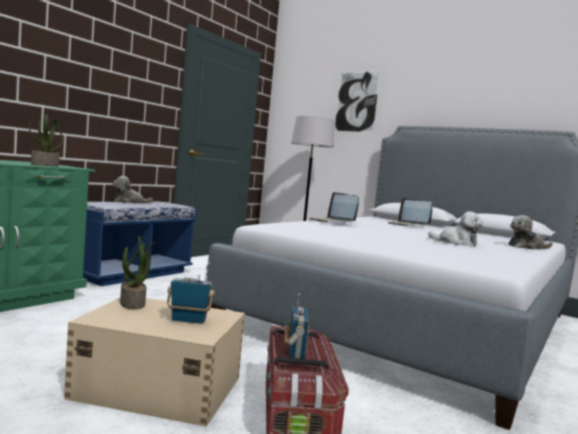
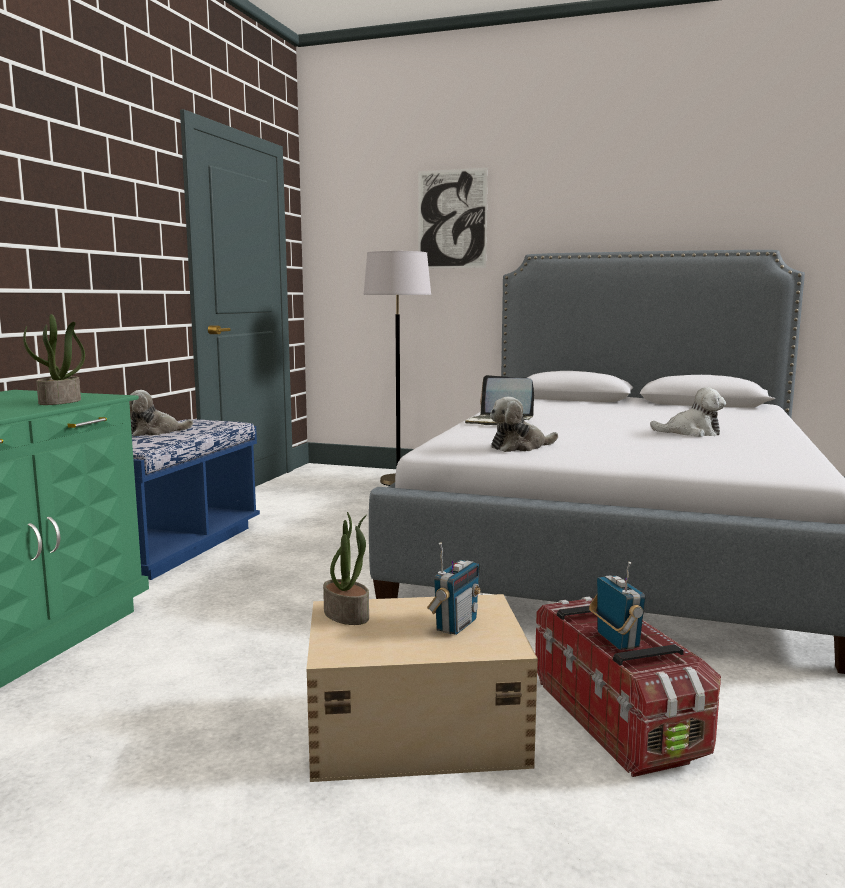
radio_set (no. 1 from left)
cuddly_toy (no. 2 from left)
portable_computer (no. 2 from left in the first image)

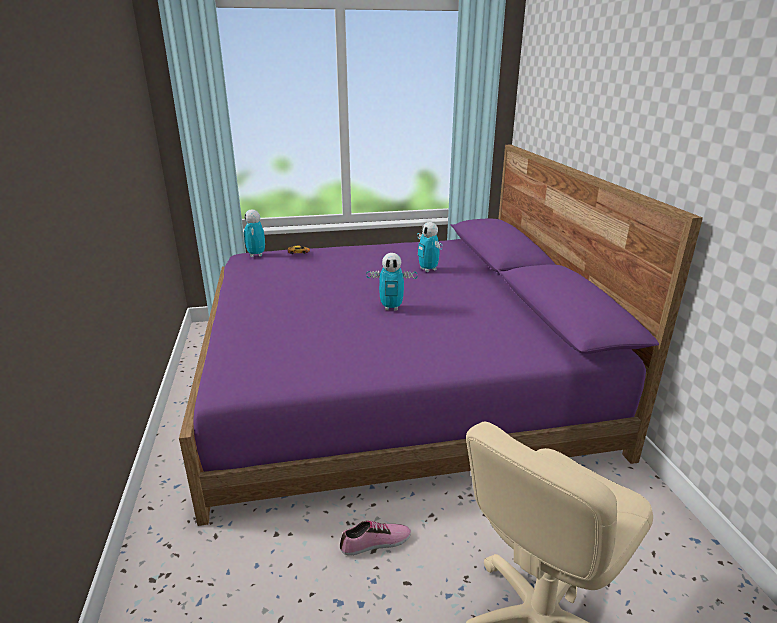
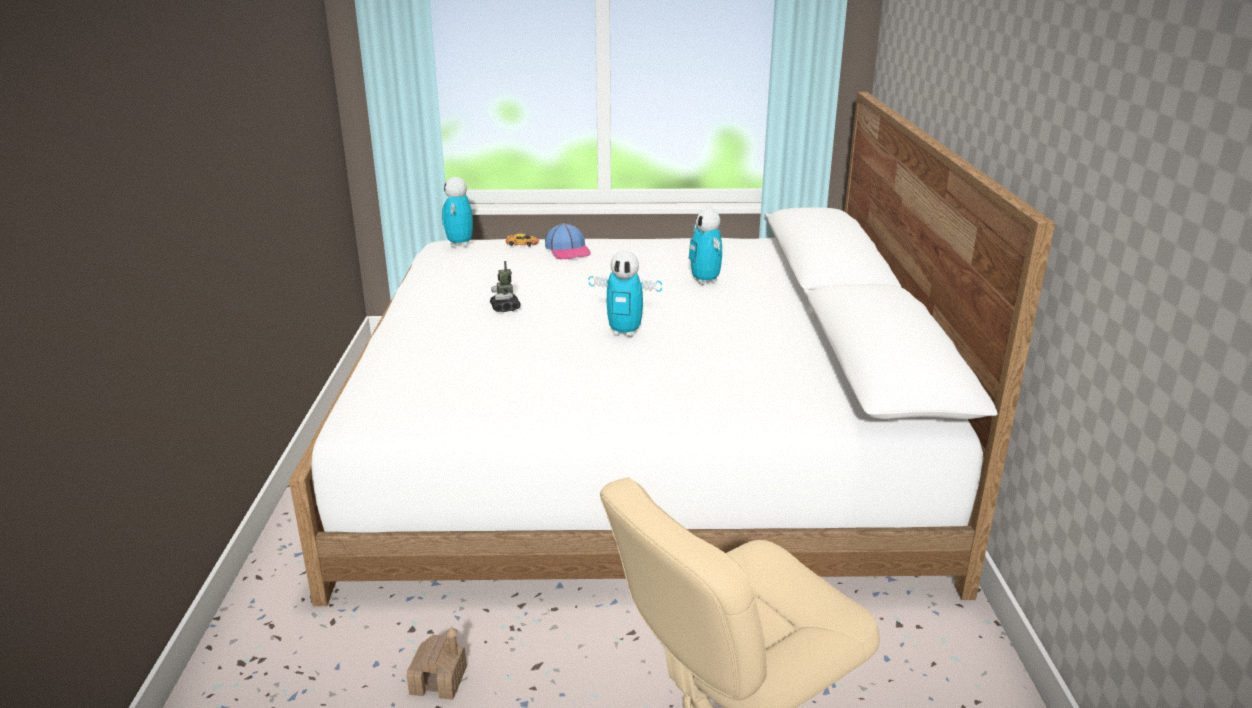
white-coloured_bedroom_bed
model_house
robot_figure (no. 2 from left)
baseball_cap
shoe

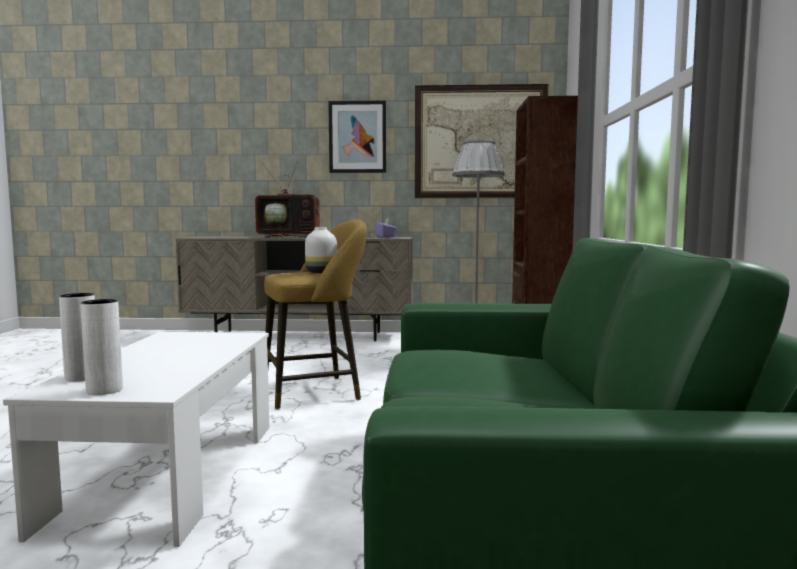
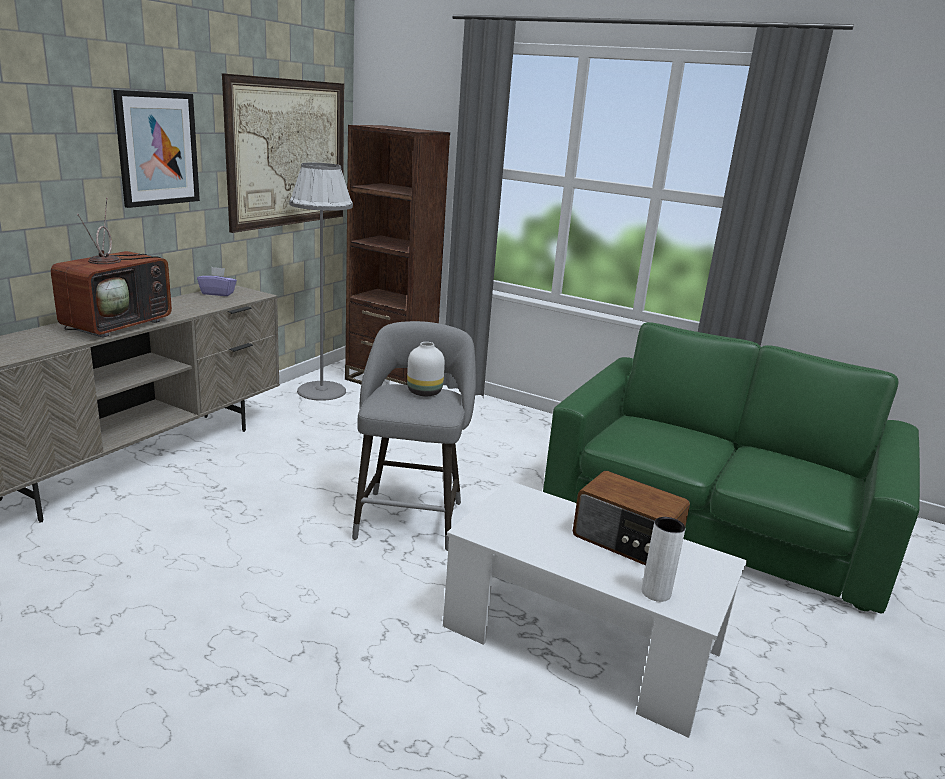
gray_stool_seat
radio_set
white-coloured_flower_vase (no. 2 from left in the first image)

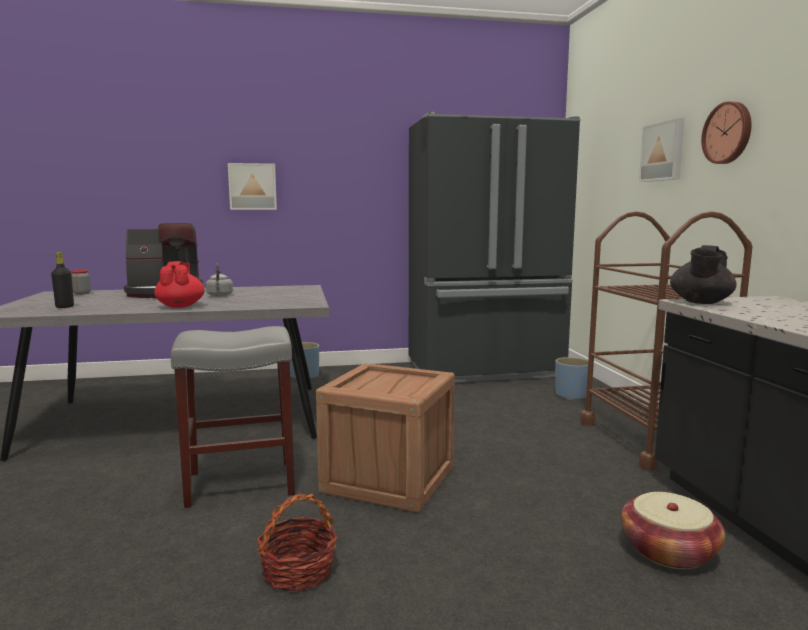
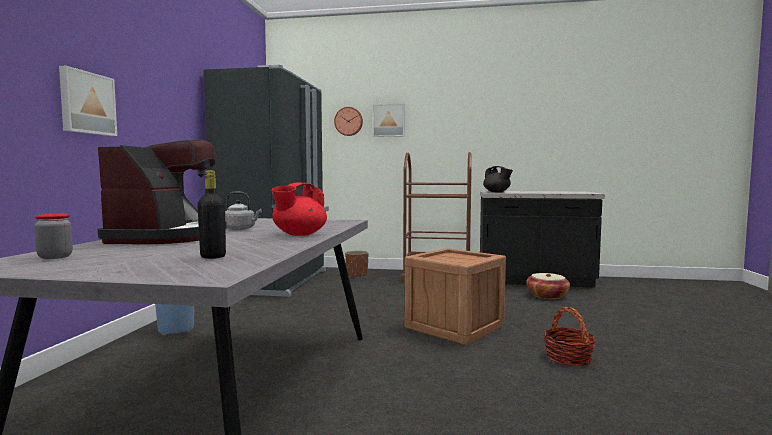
reddish_tea_pot
hanging_clock
brownish_planter
gray_stool_seat

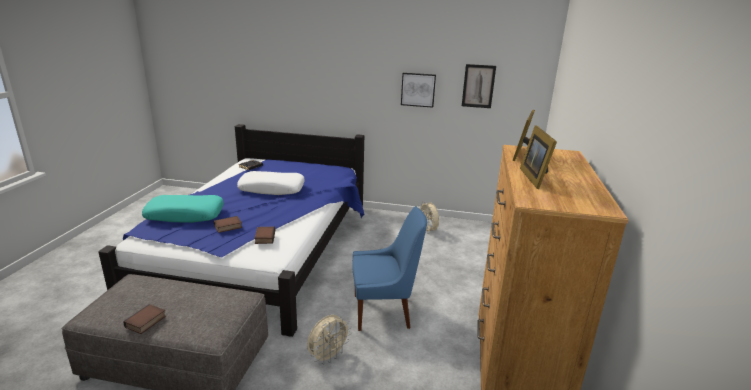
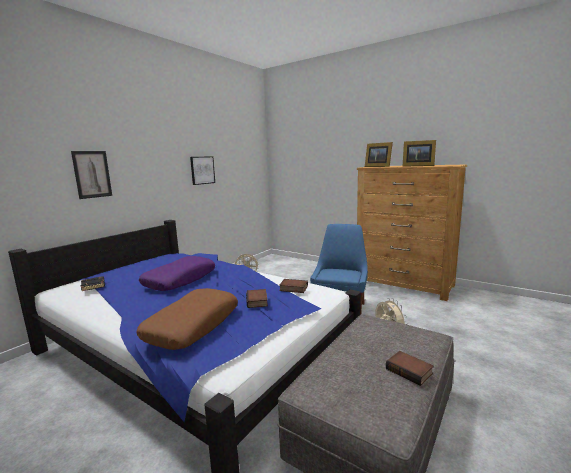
wall_picture (no. 1 from left)
brownish_throw_pillow
purple-coloured_throw_pillow

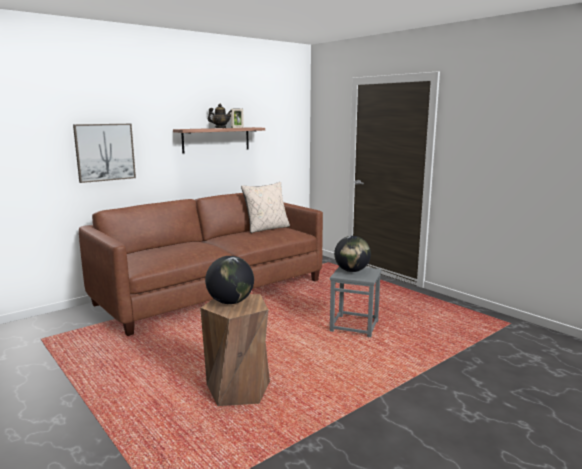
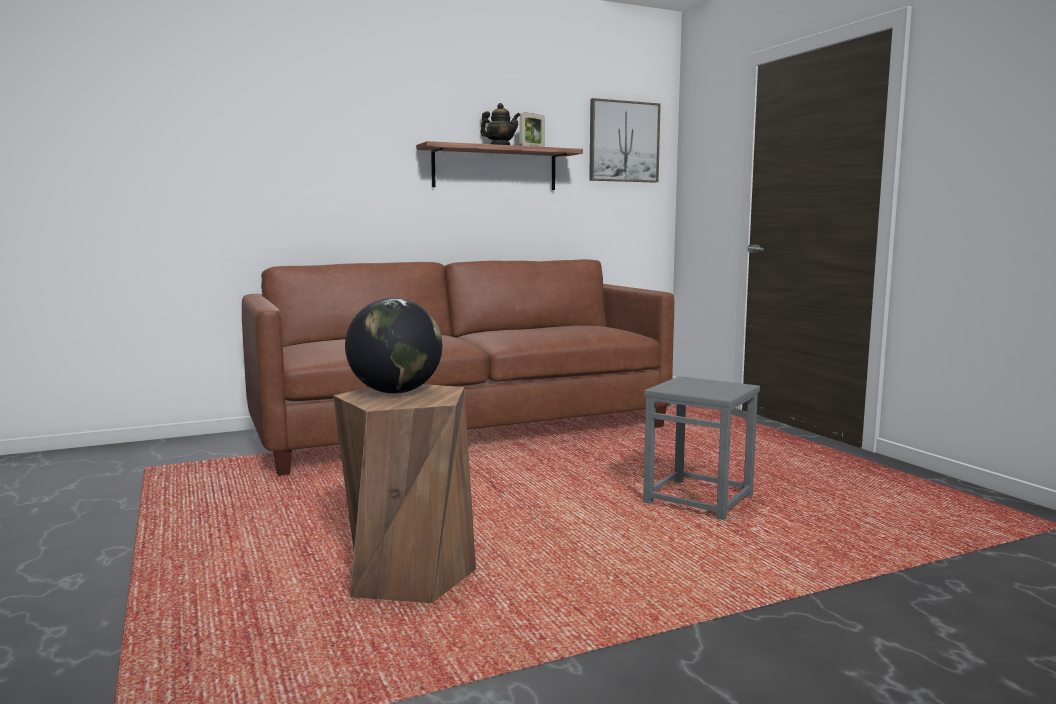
wall_picture
sand-coloured_throw_pillow
desk_globe (no. 2 from left in the first image)

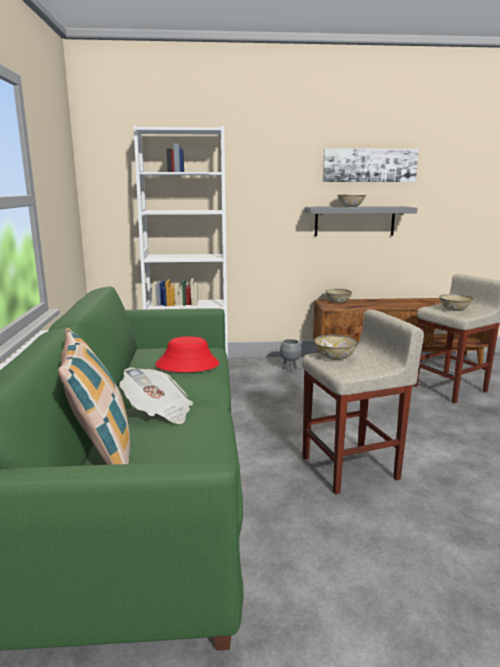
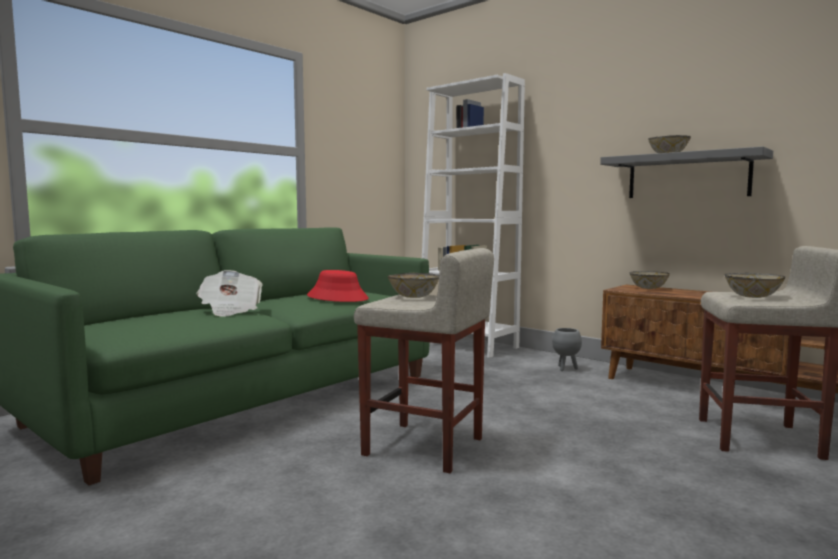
throw_pillow
wall_picture

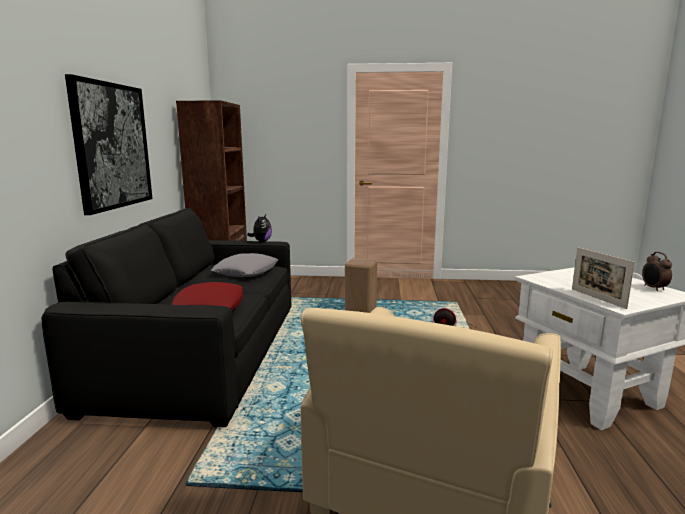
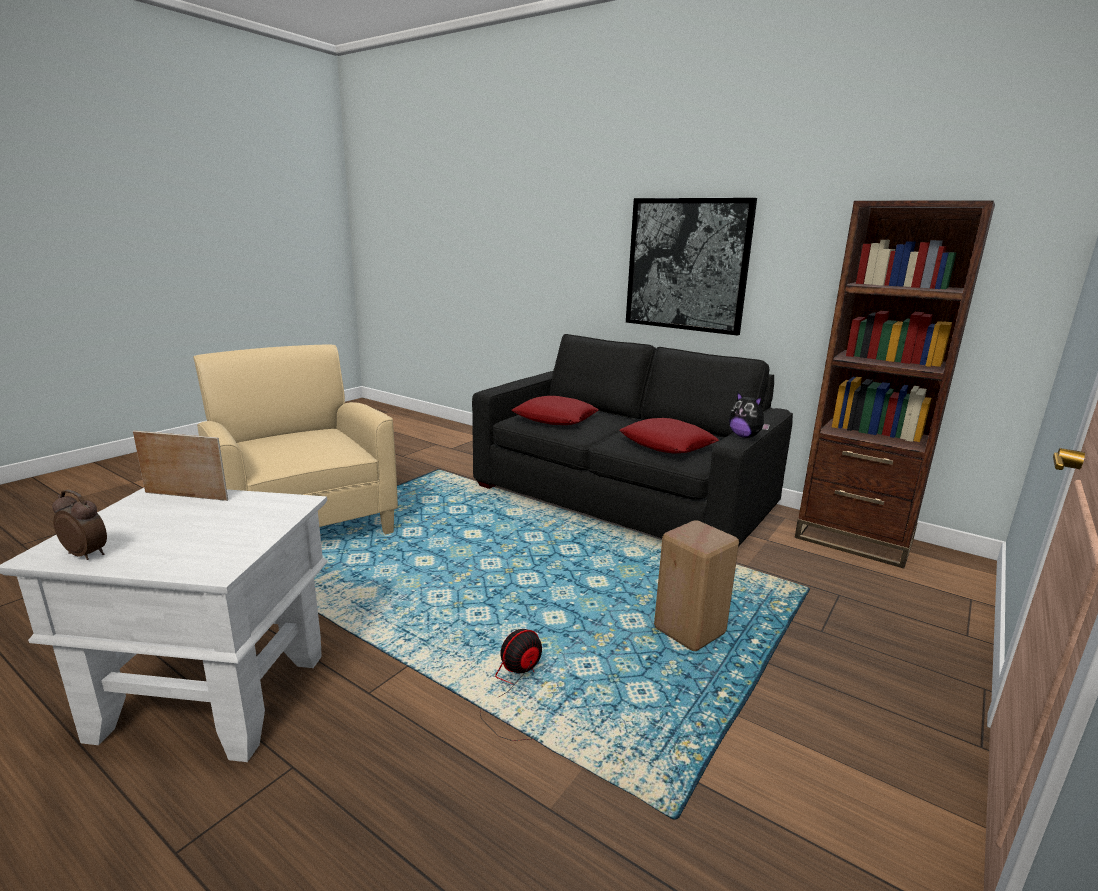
reddish_throw_pillow (no. 2 from left)

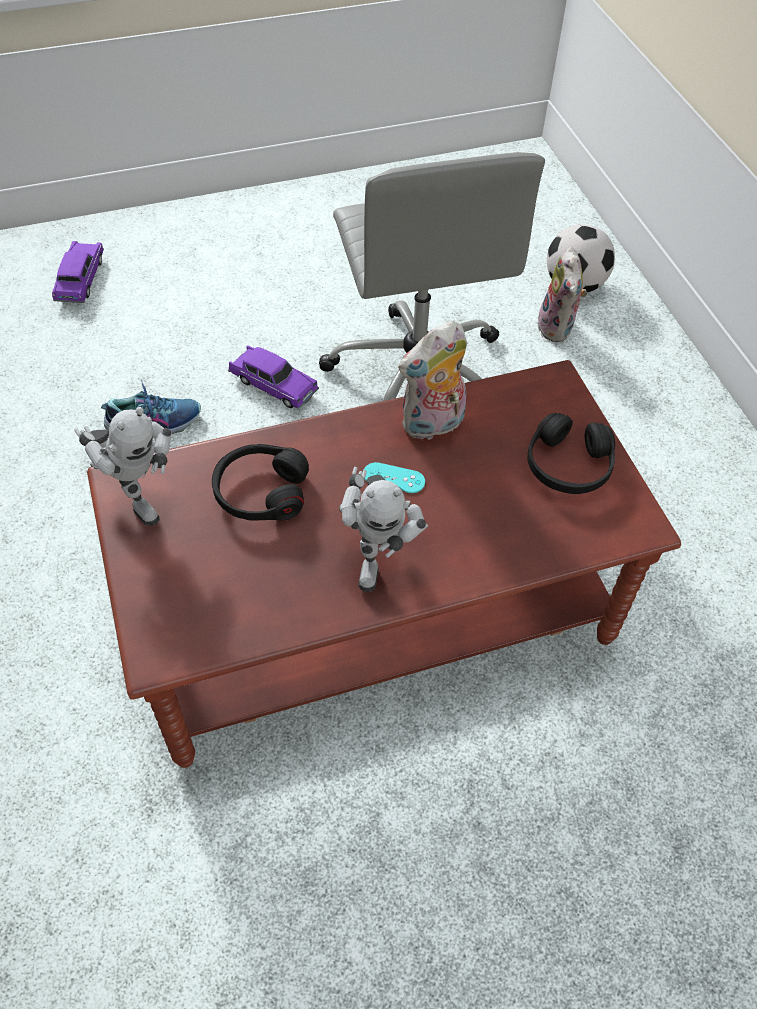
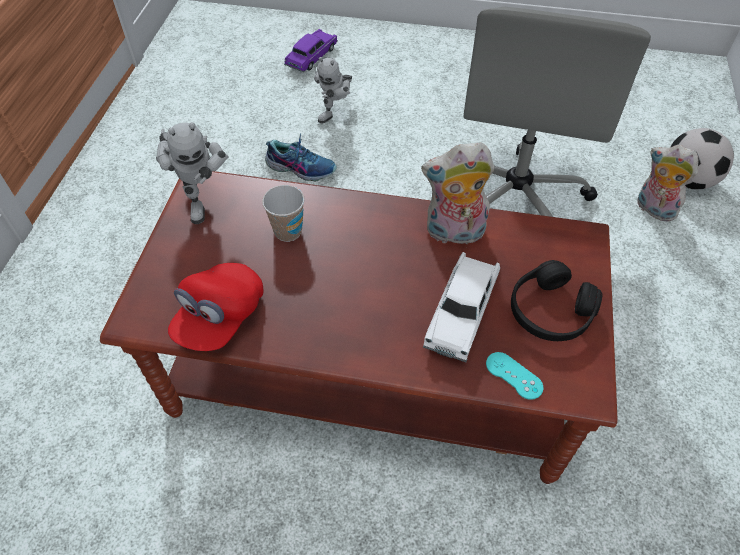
reddish_baseball_cap
drinking_cup
robot_figure (no. 2 from left)
white-coloured_toy_car
turquoise-coloured_game_controller
cuddly_toy (no. 2 from left)
purple-coloured_toy_car (no. 2 from left in the first image)

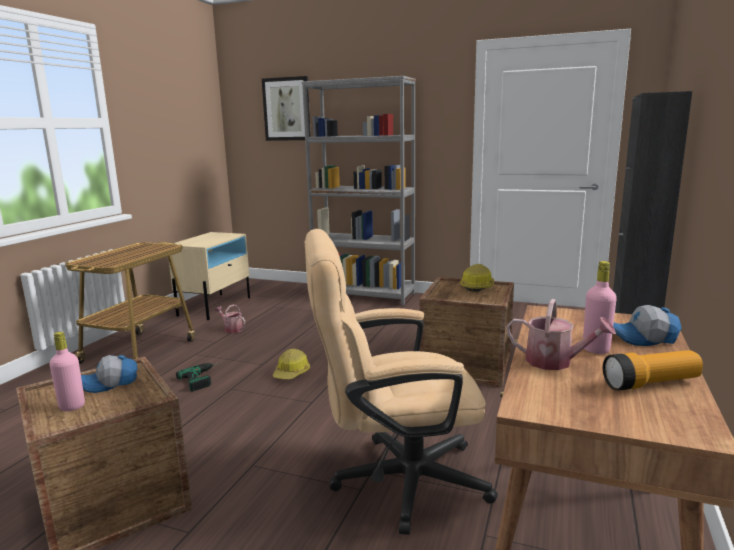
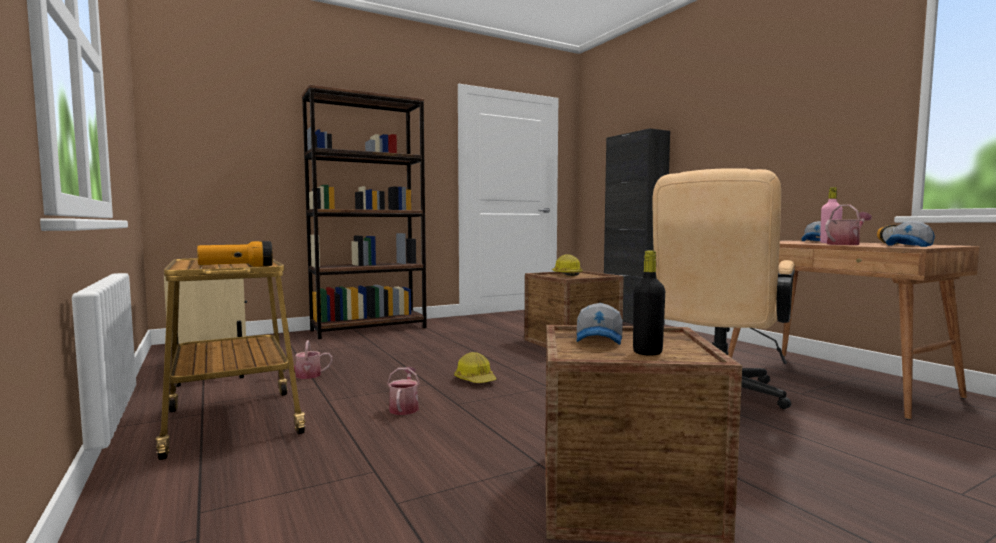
hand_torch (no. 1 from left)
brownish_shelving_unit
sprinkling_can (no. 2 from left)
black_drink_bottle
baseball_cap (no. 3 from left)
wall_picture

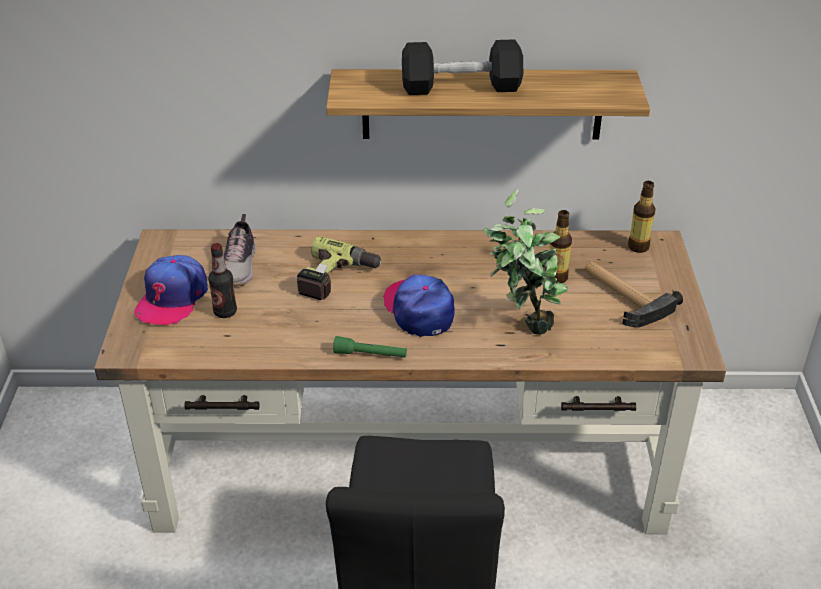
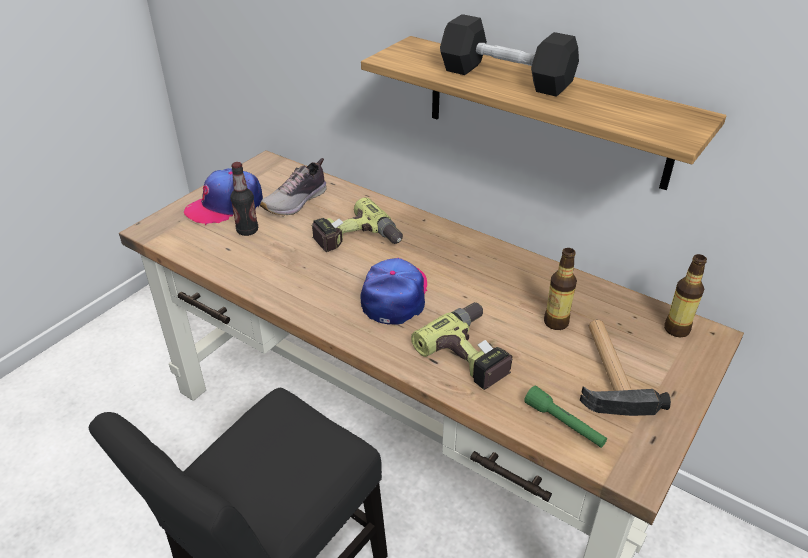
electric_drill (no. 2 from left)
greenish_hand_torch

